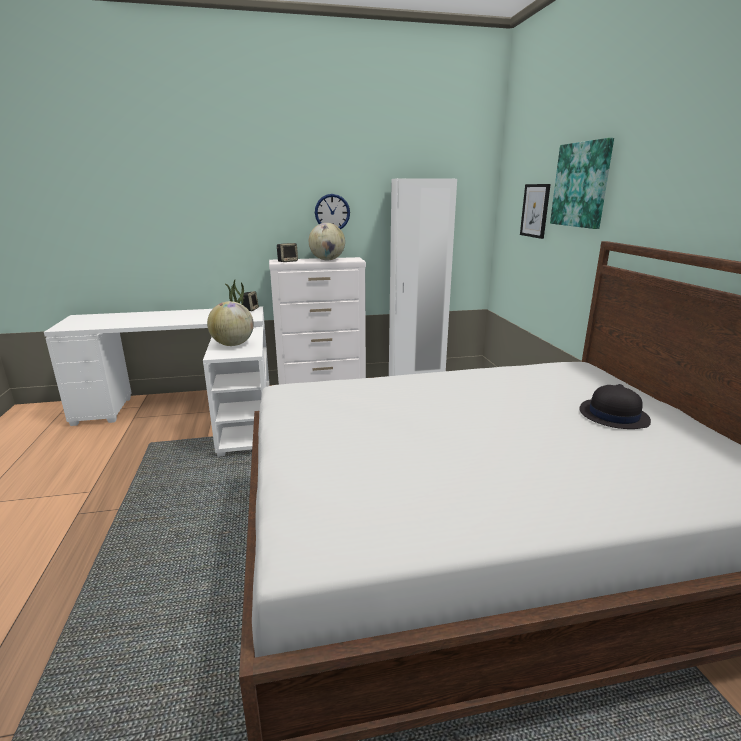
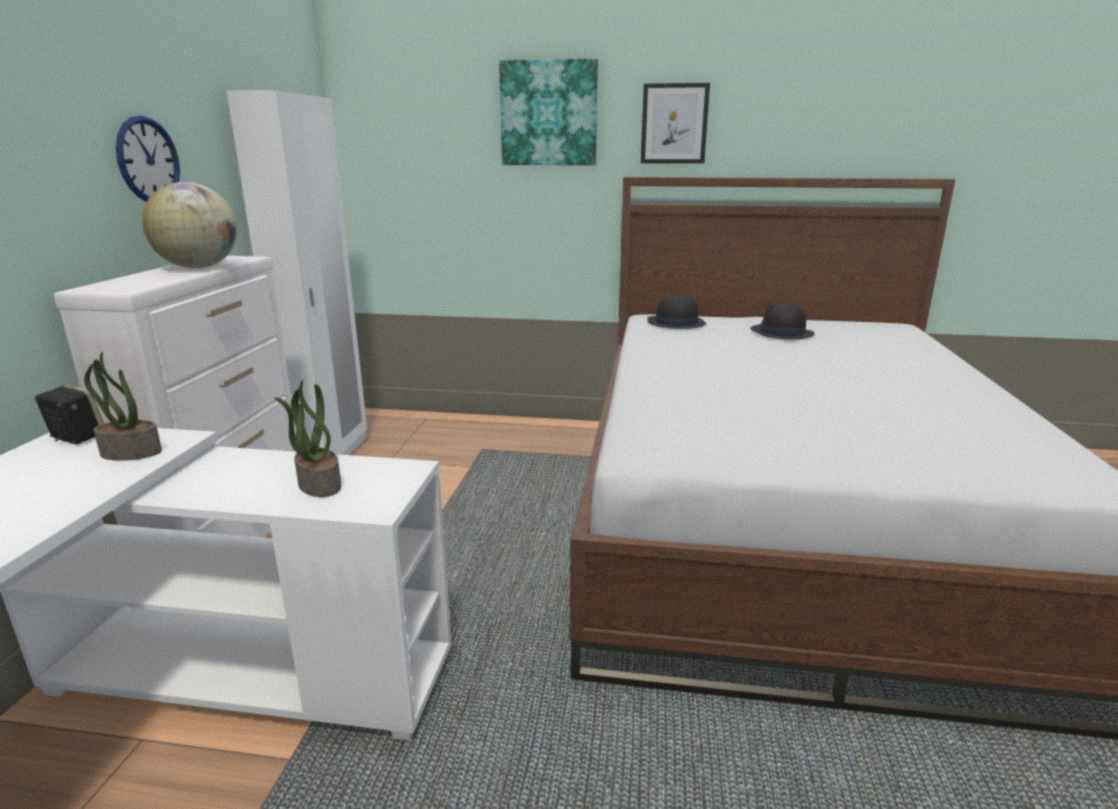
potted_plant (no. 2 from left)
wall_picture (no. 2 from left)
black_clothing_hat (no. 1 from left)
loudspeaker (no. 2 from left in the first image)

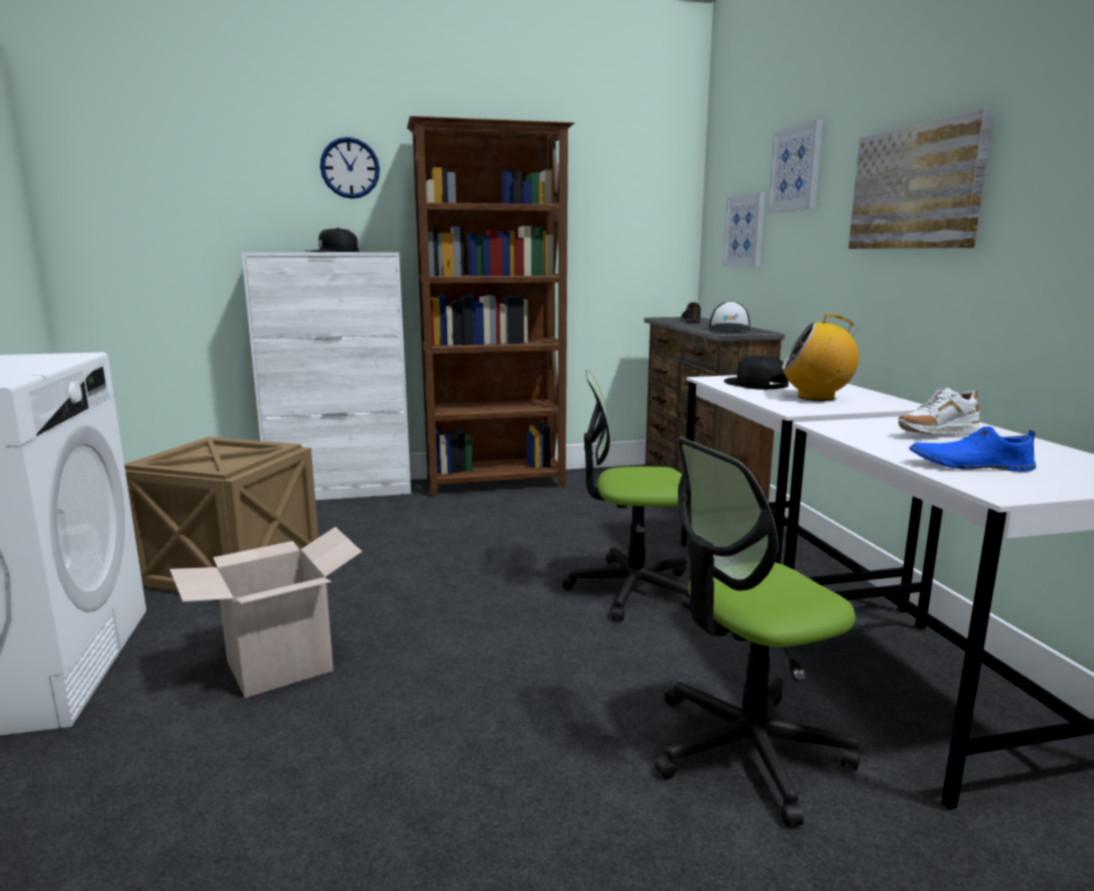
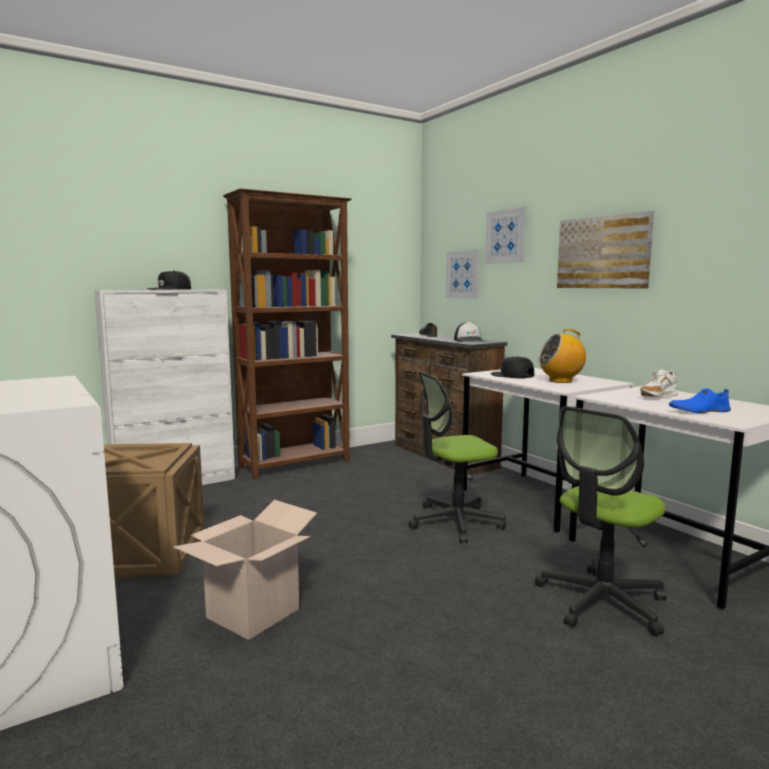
hanging_clock

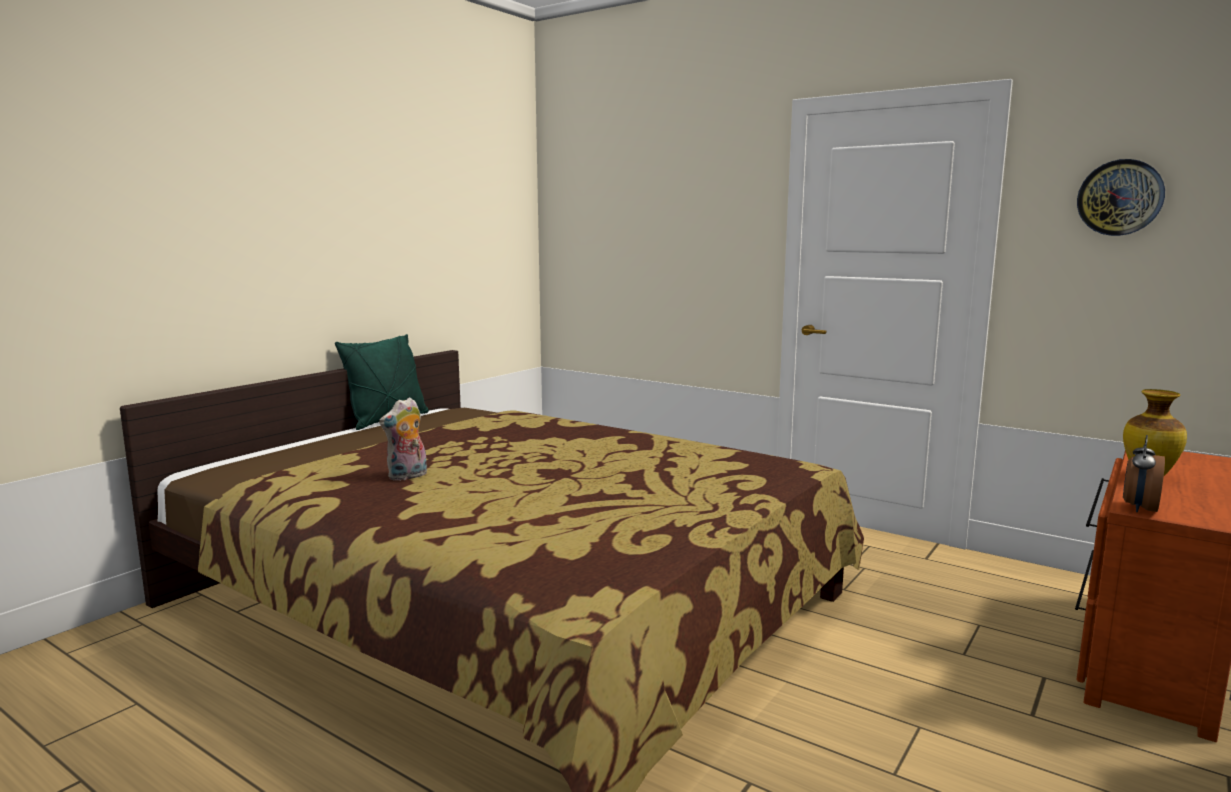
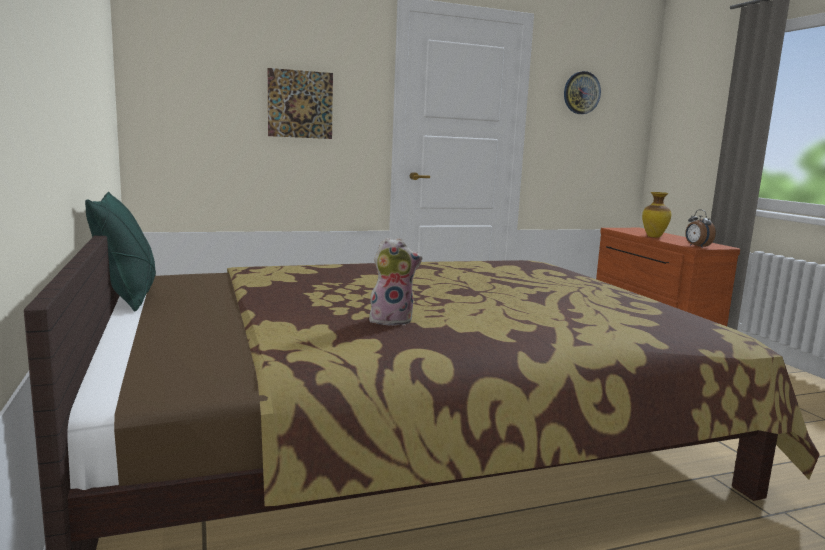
wall_picture
cuddly_toy

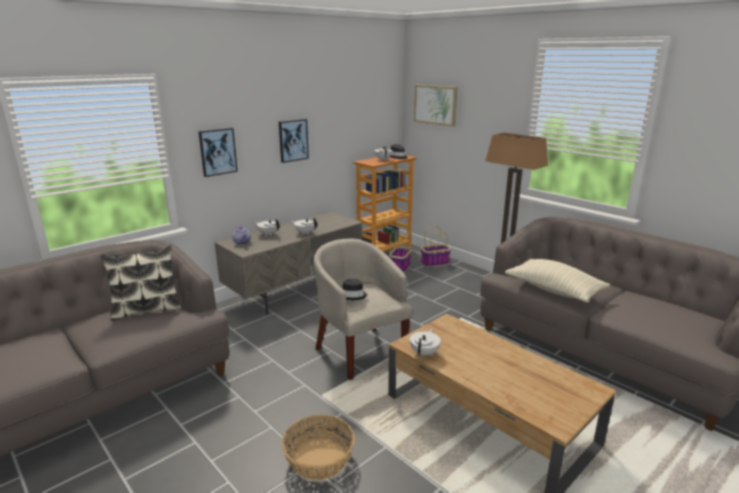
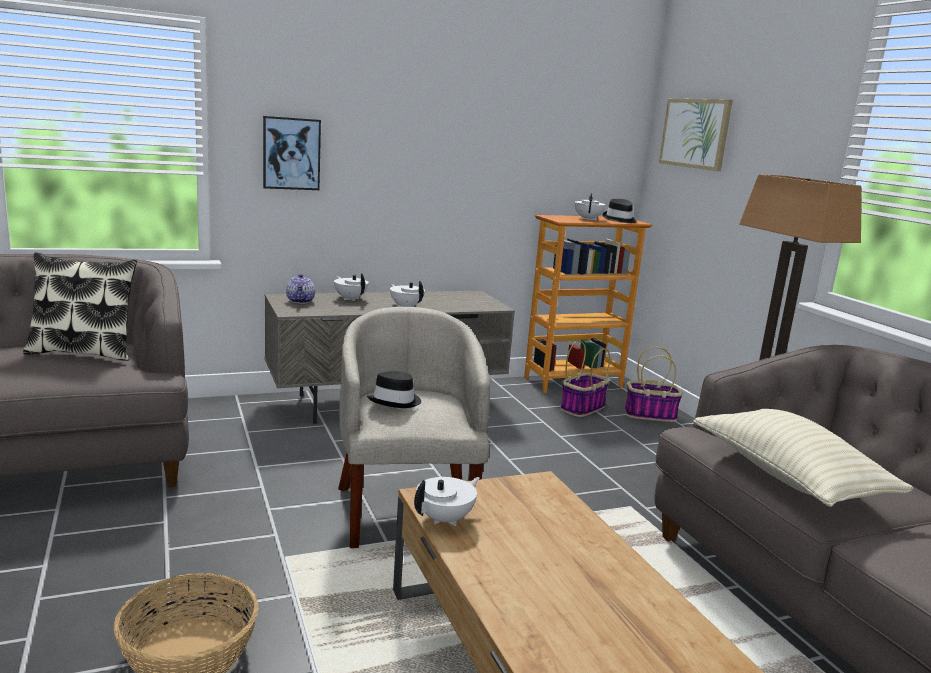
wall_picture (no. 2 from left in the first image)

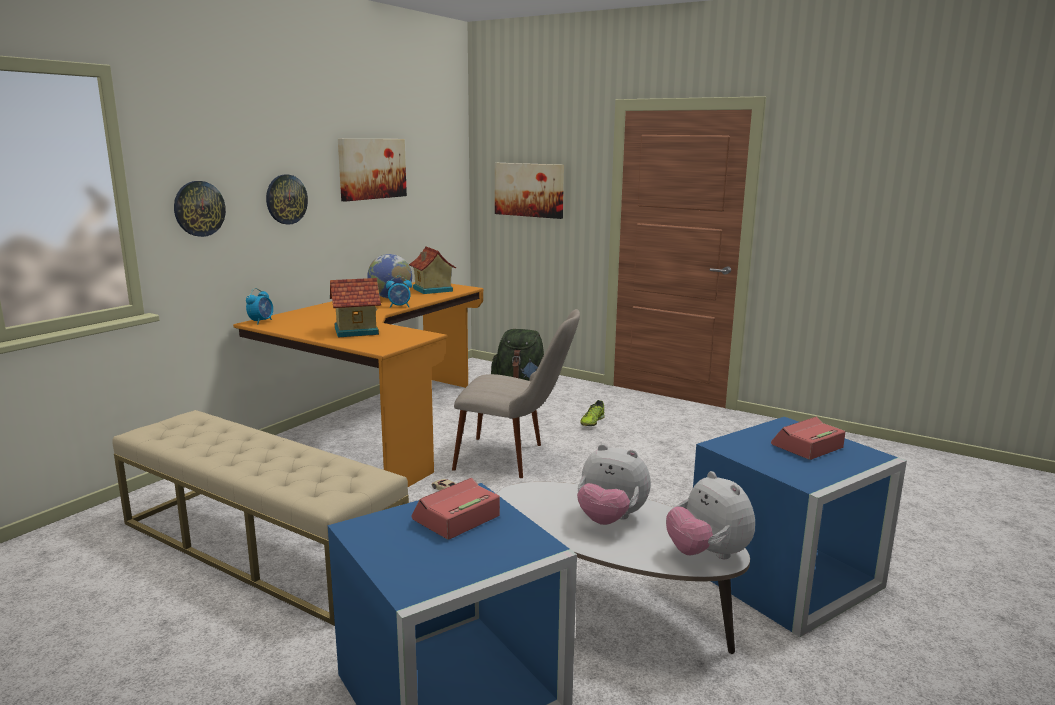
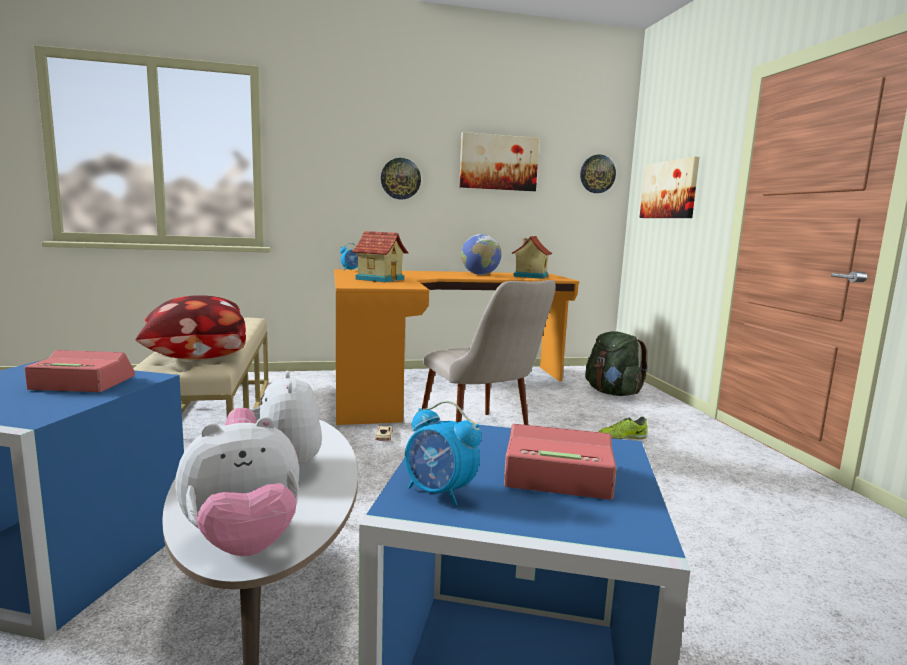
throw_pillow
cuddly_toy (no. 1 from left)
bedside_clock (no. 3 from left)
hanging_clock (no. 2 from left)

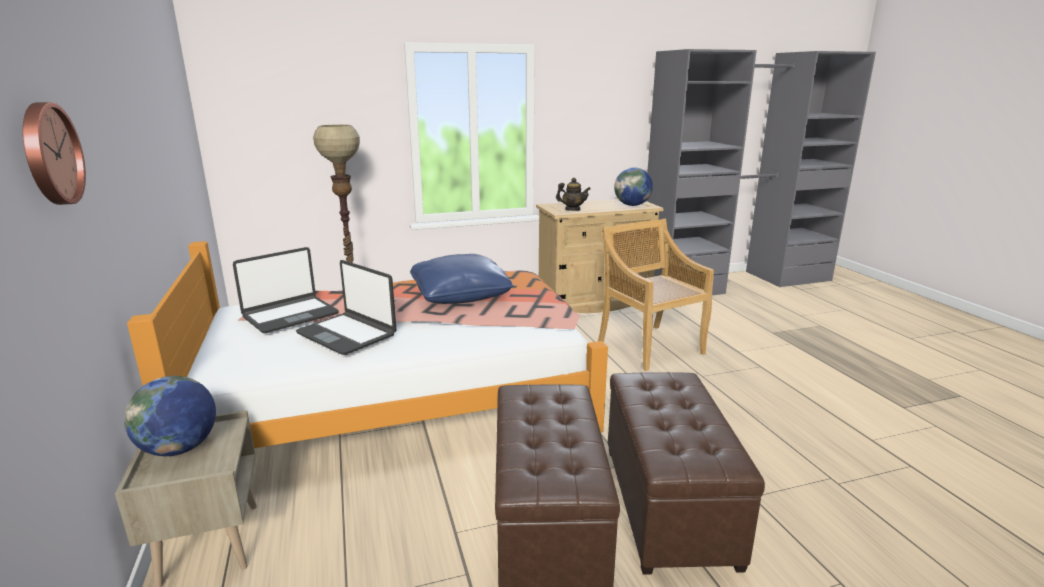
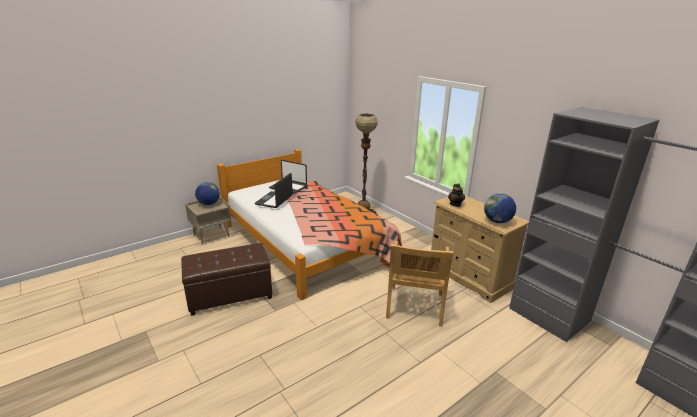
sand-coloured_upright_chair
hanging_clock
bluish_throw_pillow
brownish_footrest (no. 2 from left in the first image)

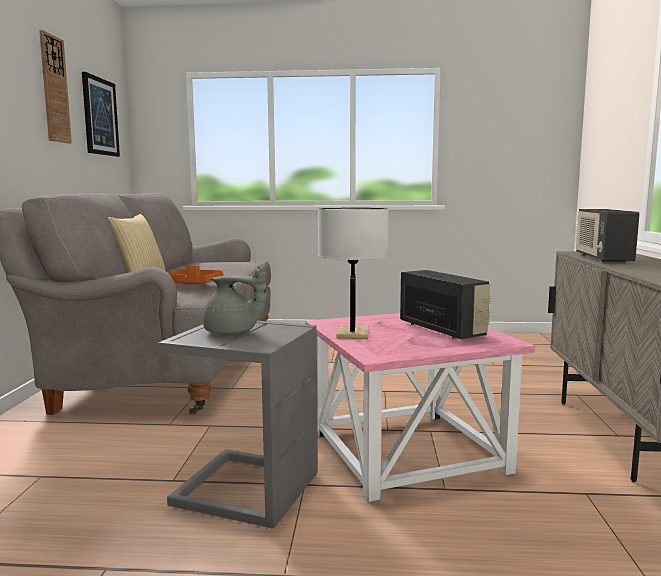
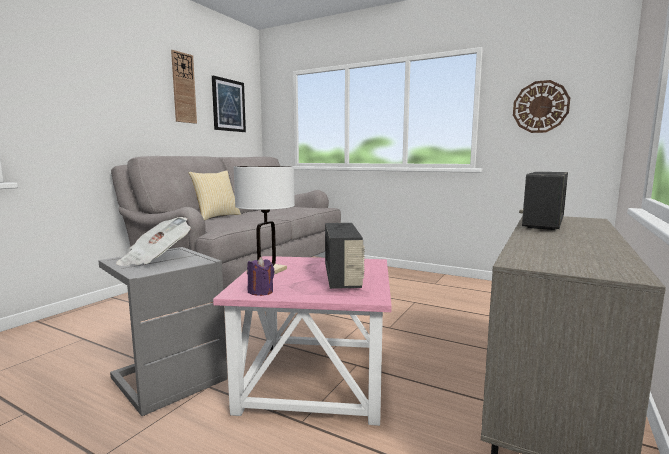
printed_paper
purple-coloured_candle
hanging_clock (no. 2 from left)
orange_tray

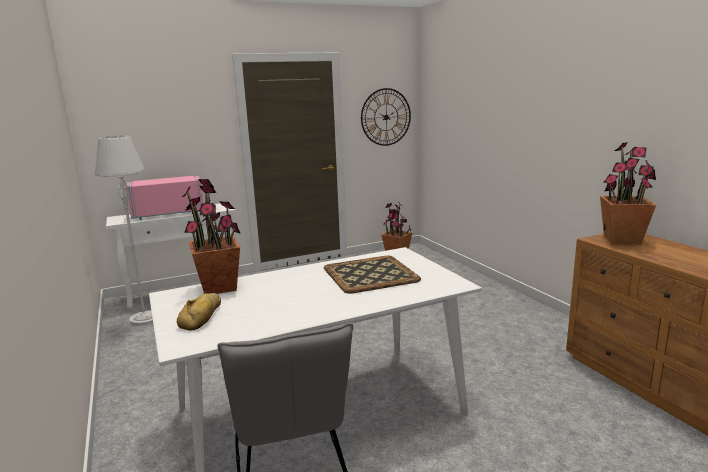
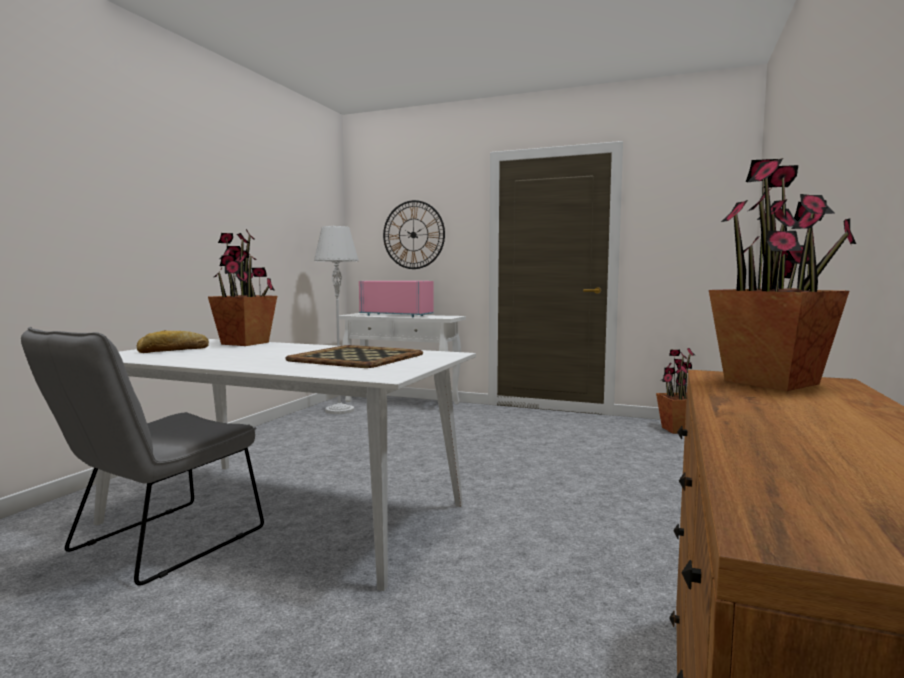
hanging_clock

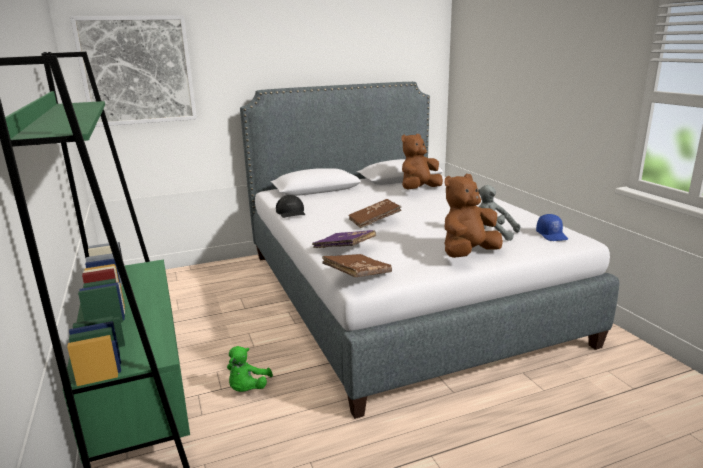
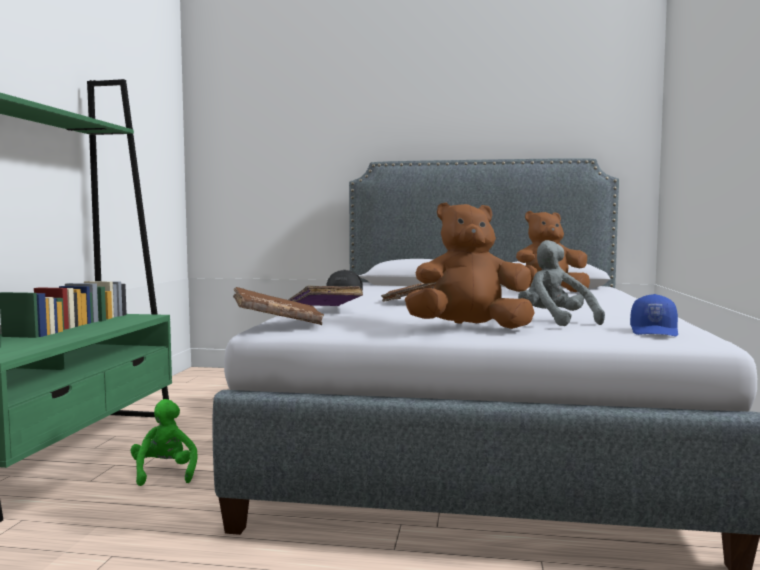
greenish_cuddly_toy
wall_picture

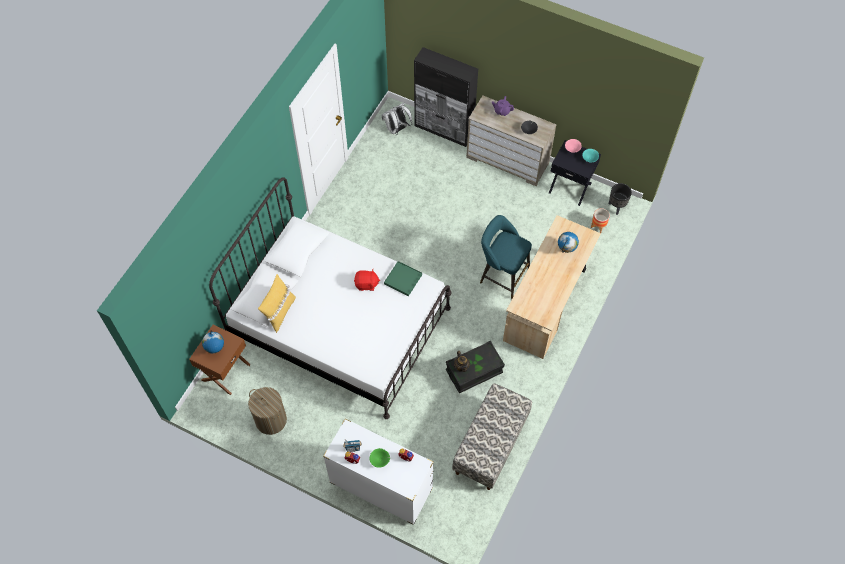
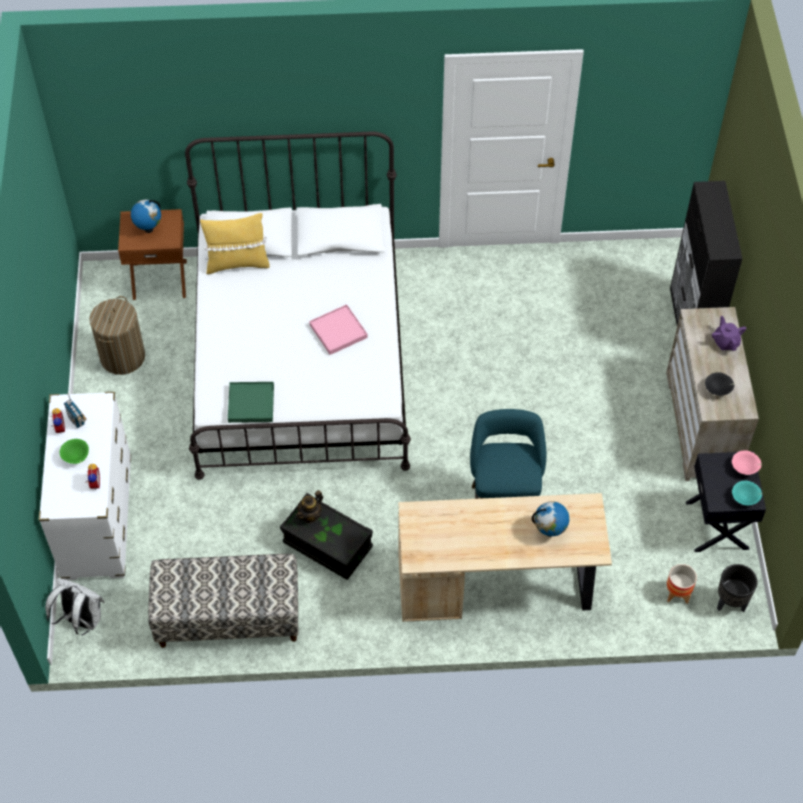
white-coloured_backpack
greenish_tray
pink-coloured_tray

